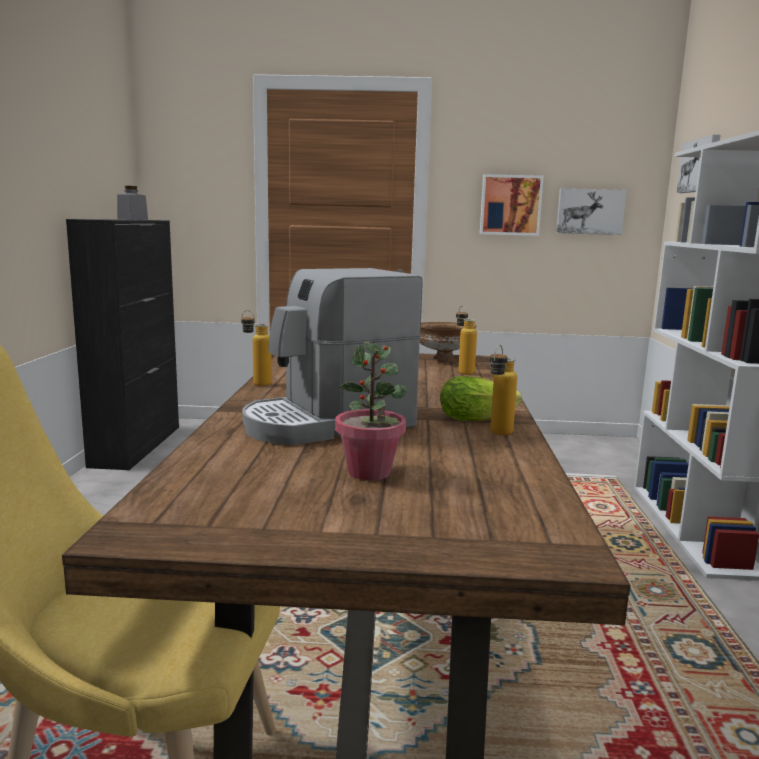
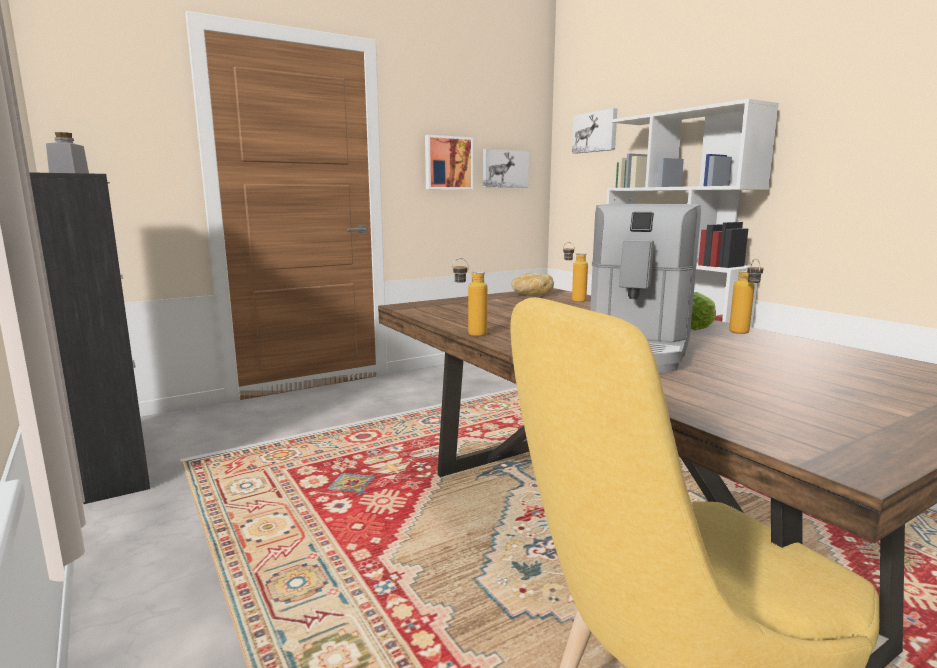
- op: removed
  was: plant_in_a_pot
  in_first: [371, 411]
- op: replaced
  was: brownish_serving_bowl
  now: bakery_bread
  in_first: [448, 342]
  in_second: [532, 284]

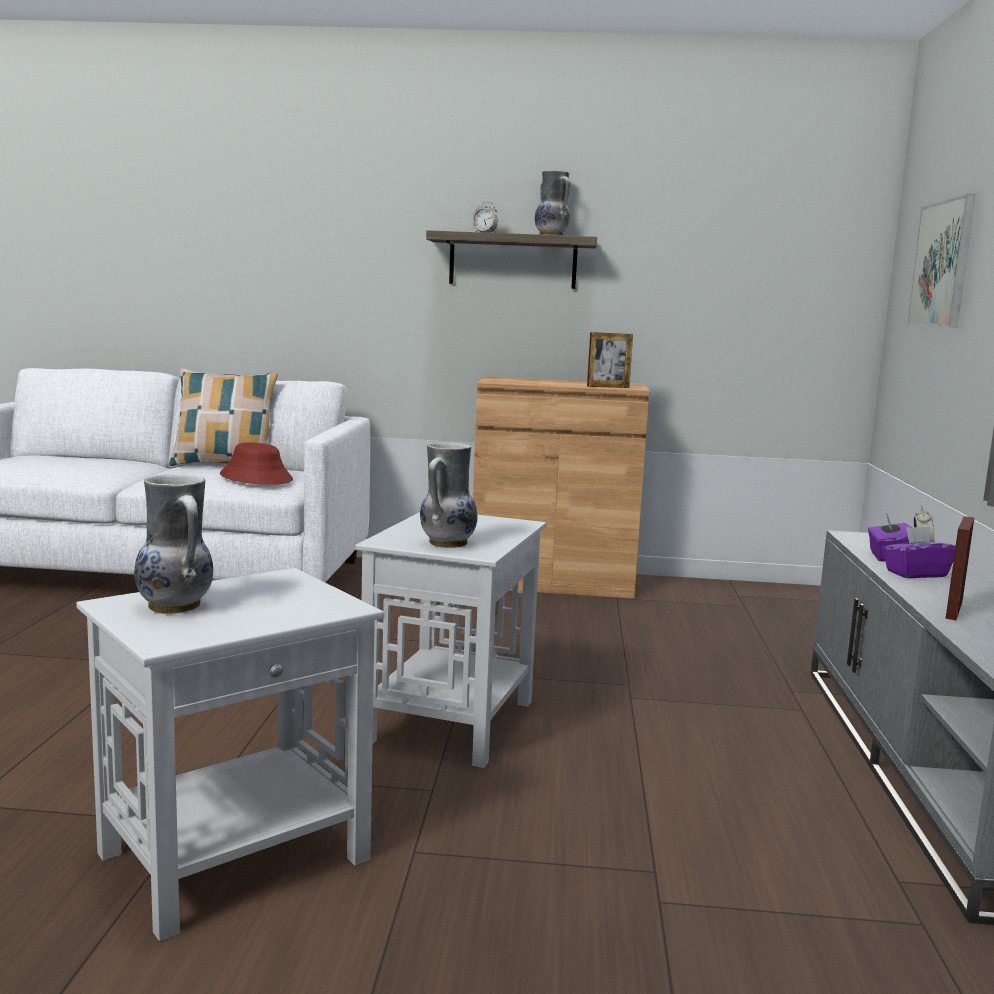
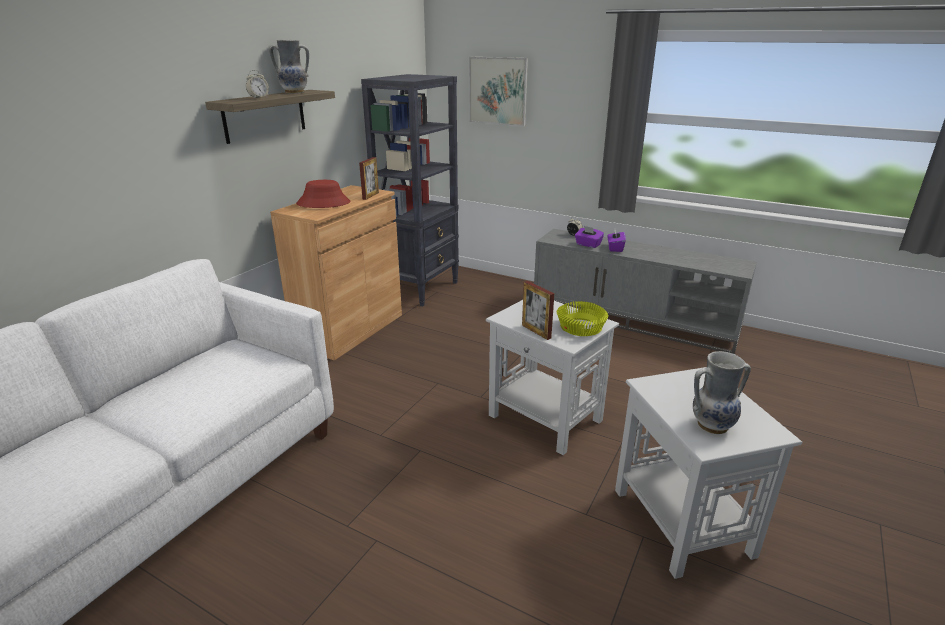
- op: removed
  was: pillow
  in_first: [223, 417]
- op: added
  now: black-coloured_shelving_unit
  in_second: [410, 190]
- op: moved
  was: red-coloured_clothing_hat
  in_first: [256, 463]
  in_second: [323, 194]
- op: moved
  was: picture_frame
  in_first: [960, 568]
  in_second: [538, 310]
- op: replaced
  was: flower_vase
  now: yellowish_serving_bowl
  in_first: [448, 495]
  in_second: [582, 318]

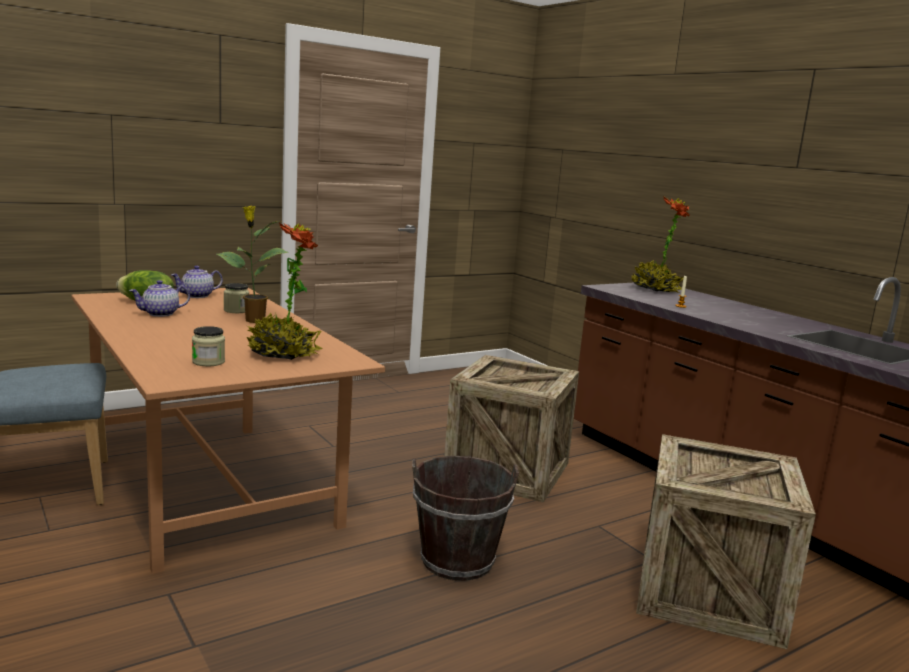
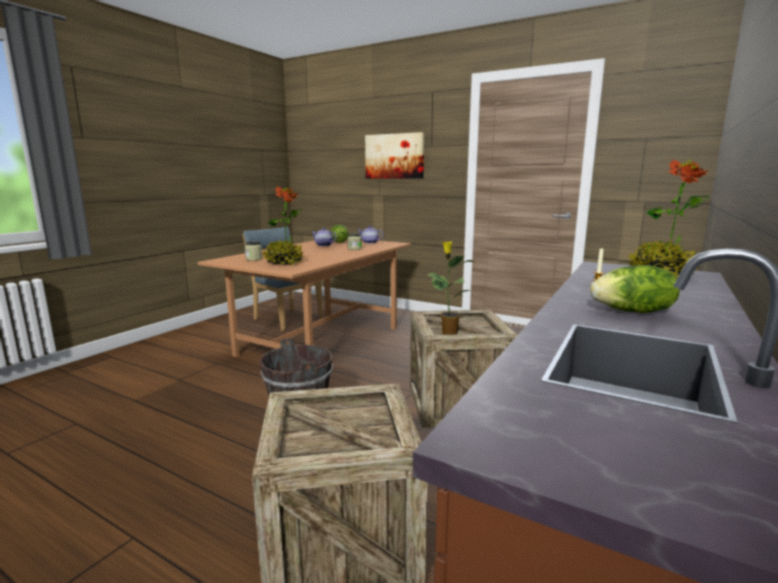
- op: added
  now: wall_art
  in_second: [394, 155]
- op: added
  now: lettuce
  in_second: [635, 289]
- op: moved
  was: plant_in_a_pot
  in_first: [253, 264]
  in_second: [450, 288]

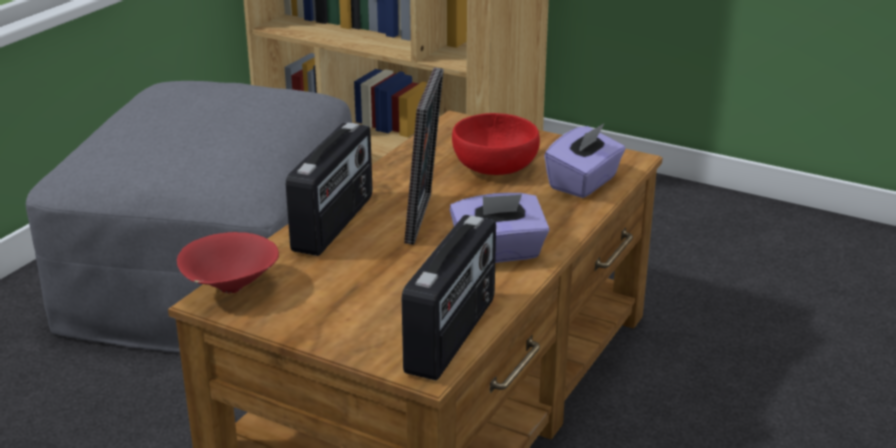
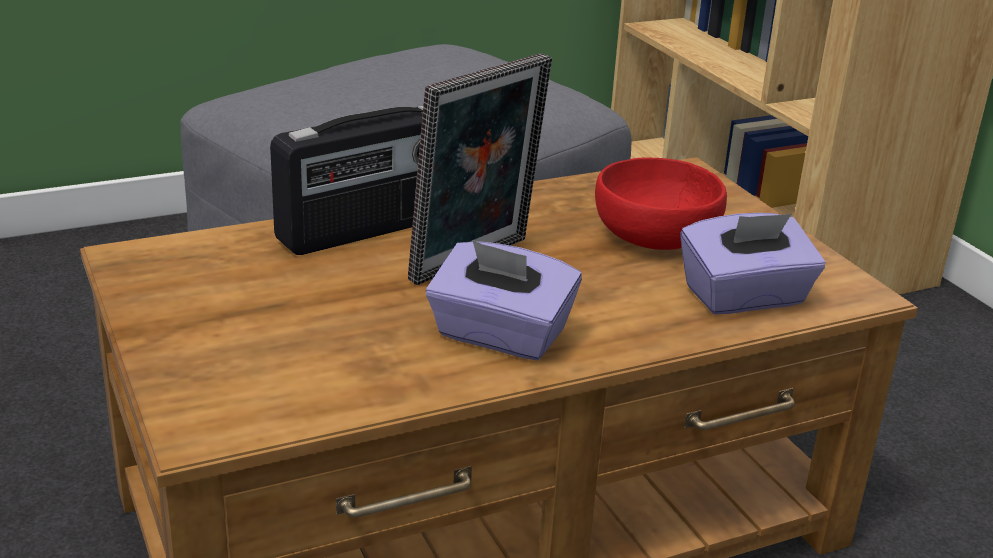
- op: removed
  was: red-coloured_serving_bowl
  in_first: [228, 262]
- op: removed
  was: radio_set
  in_first: [449, 297]

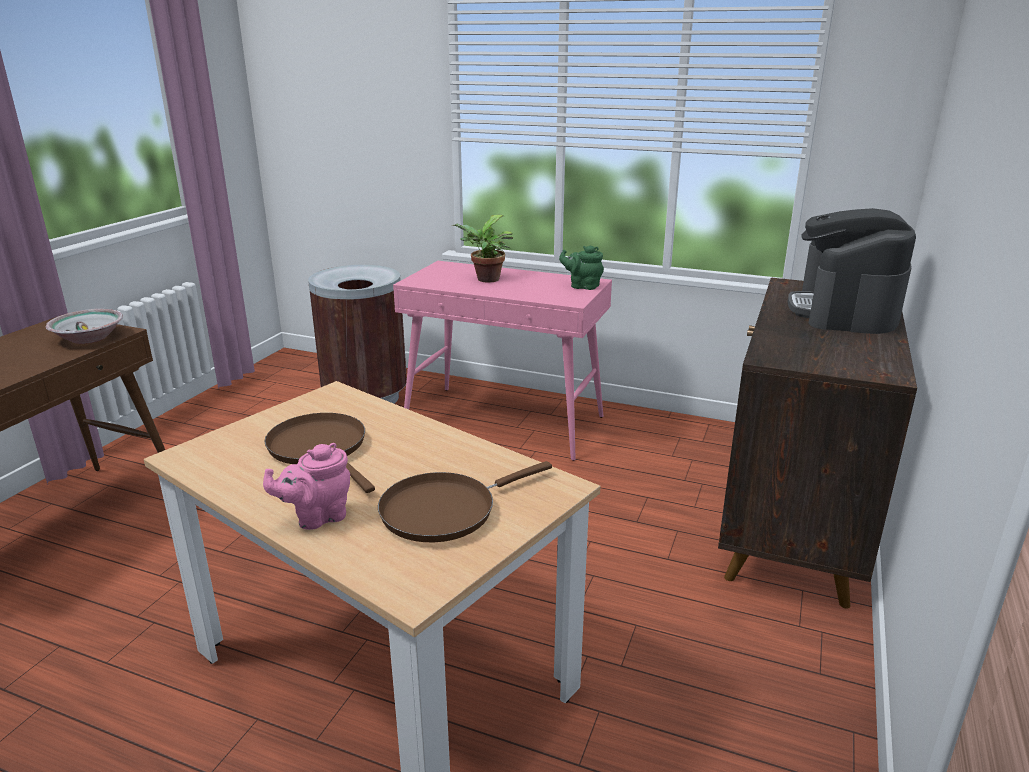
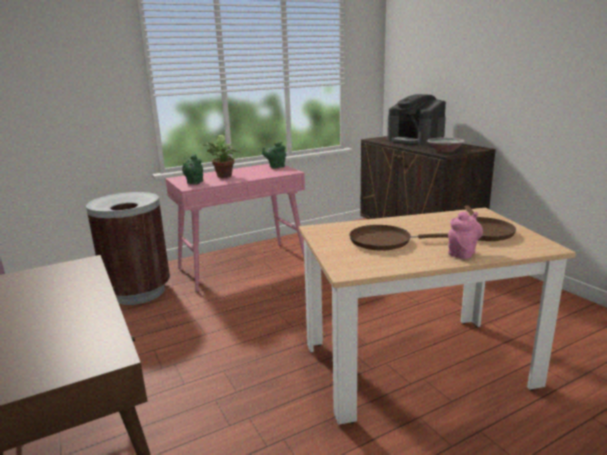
- op: added
  now: greenish_teapot
  in_second: [192, 169]
- op: moved
  was: serving_bowl
  in_first: [84, 326]
  in_second: [446, 145]
- op: turned
  was: pink_teapot
  in_first: [306, 486]
  in_second: [465, 235]
  clockwise: -150

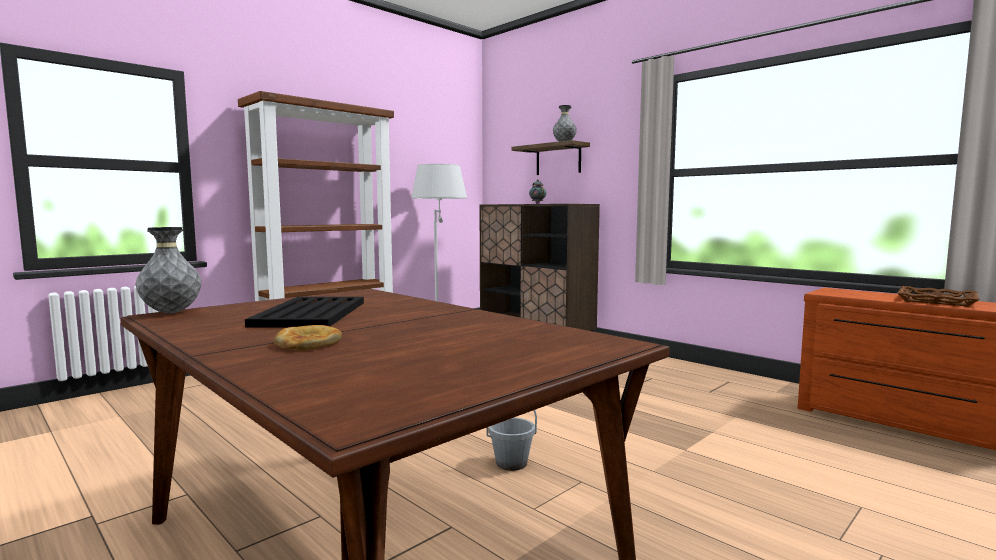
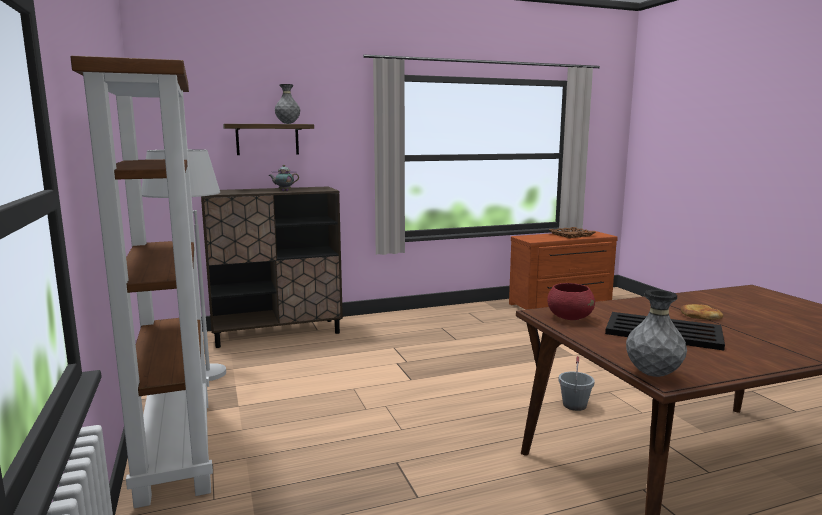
- op: added
  now: red-coloured_serving_bowl
  in_second: [571, 301]
- op: moved
  was: bakery_bread
  in_first: [308, 338]
  in_second: [702, 312]

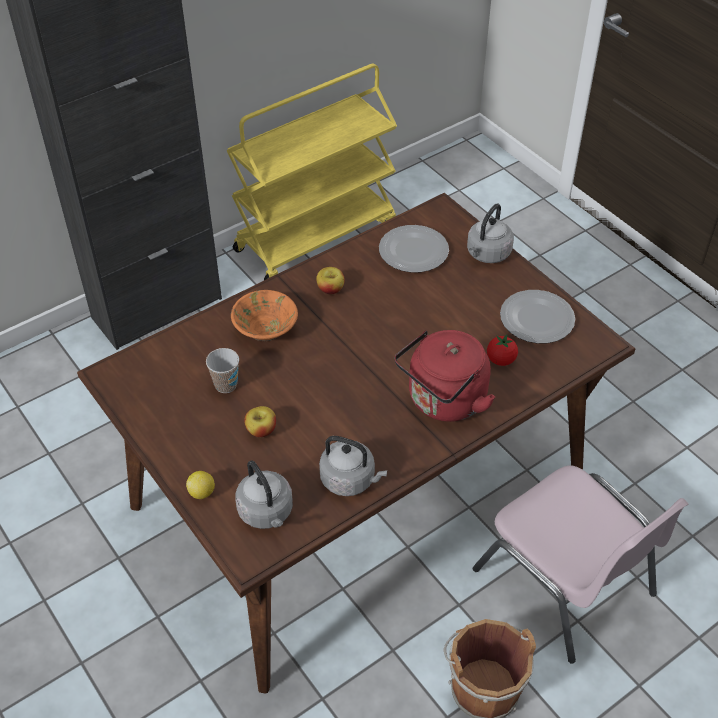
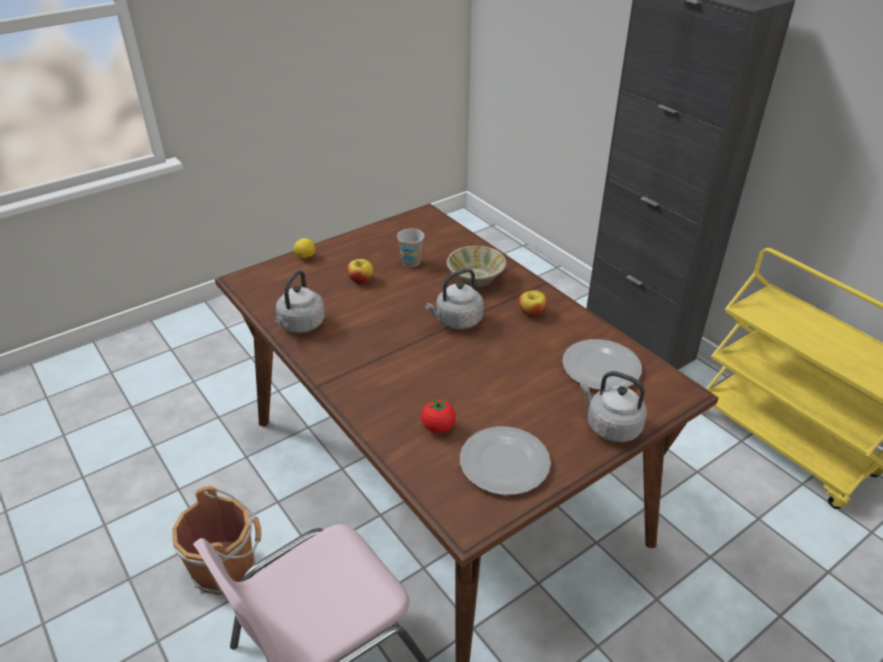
- op: removed
  was: red-coloured_water_kettle
  in_first: [445, 376]
- op: moved
  was: gray_water_kettle
  in_first: [264, 495]
  in_second: [454, 299]
- op: recoloured
  was: orangey_serving_bowl
  now: beige_serving_bowl
  in_first: [264, 315]
  in_second: [477, 266]

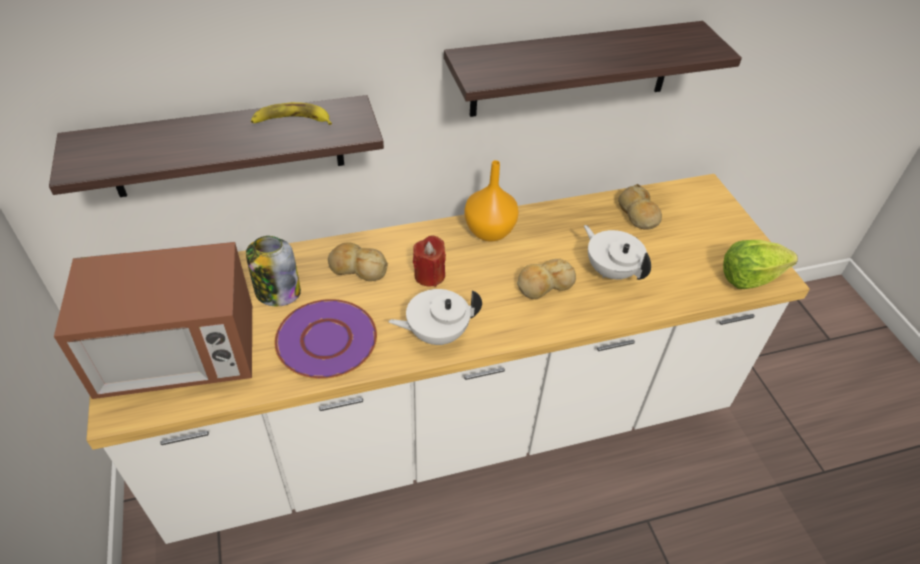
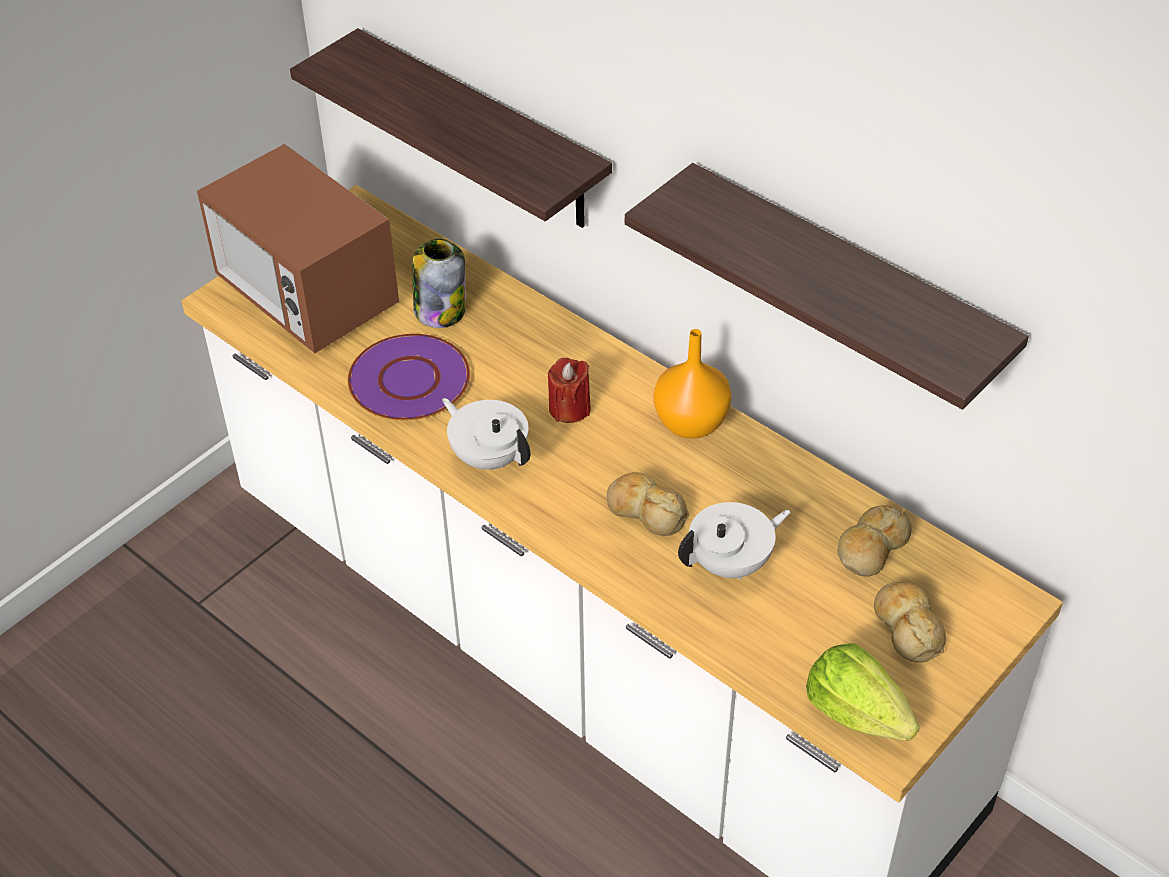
- op: removed
  was: banana
  in_first: [291, 113]
- op: moved
  was: bakery_bread
  in_first: [358, 261]
  in_second: [910, 622]
- op: turned
  was: white-coloured_teapot
  in_first: [617, 252]
  in_second: [734, 541]
  clockwise: 45

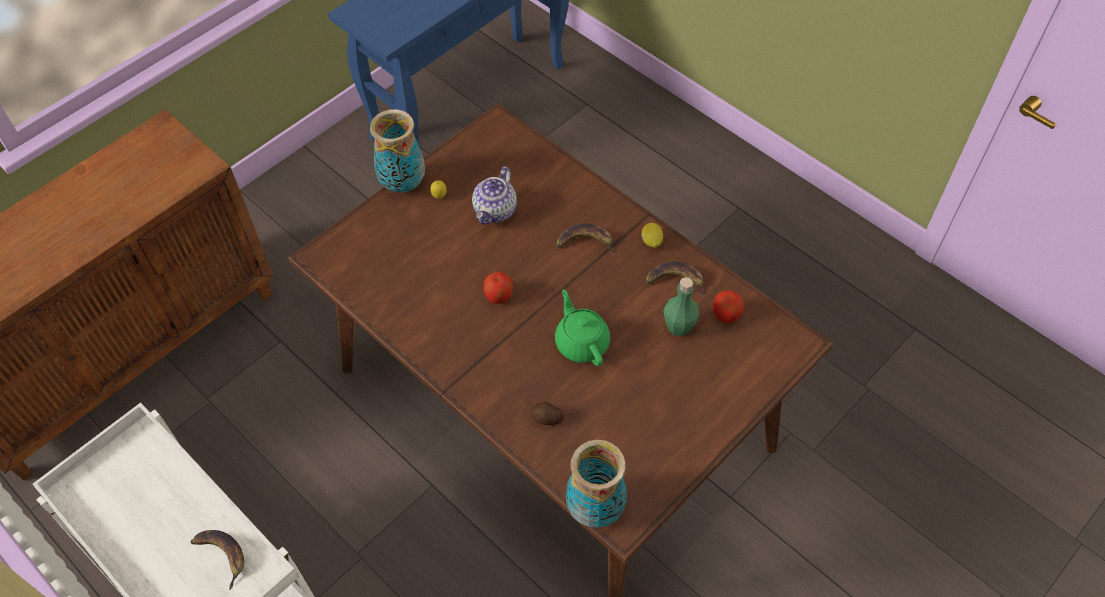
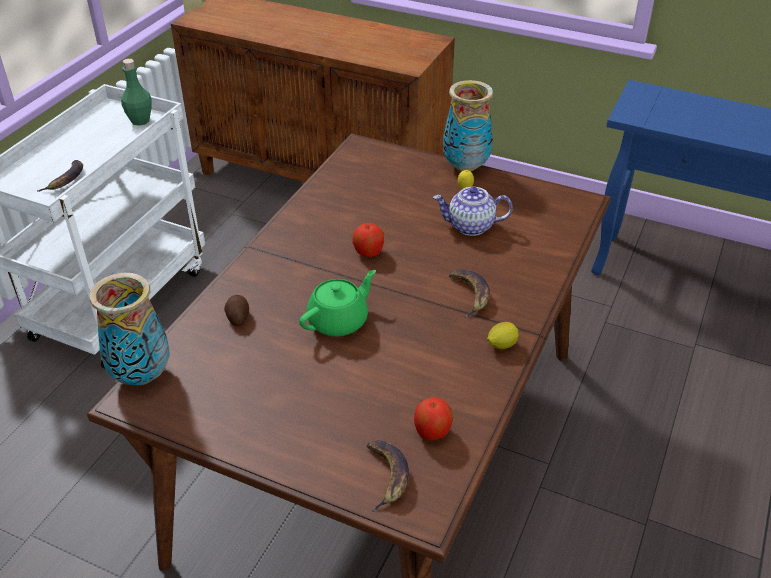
- op: moved
  was: banana
  in_first: [674, 279]
  in_second: [388, 476]
- op: moved
  was: greenish_beverage_bottle
  in_first: [681, 306]
  in_second: [136, 92]

